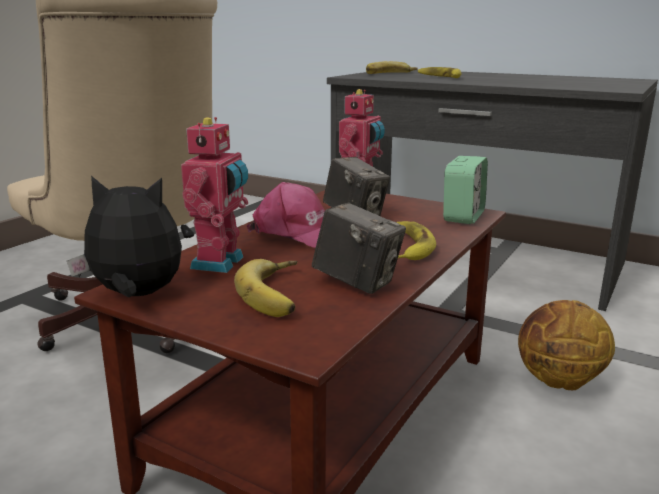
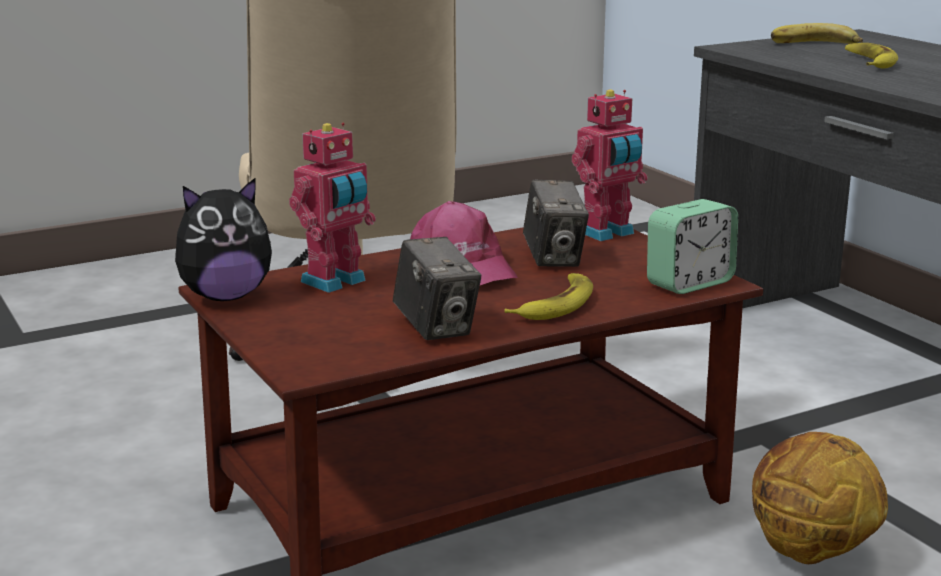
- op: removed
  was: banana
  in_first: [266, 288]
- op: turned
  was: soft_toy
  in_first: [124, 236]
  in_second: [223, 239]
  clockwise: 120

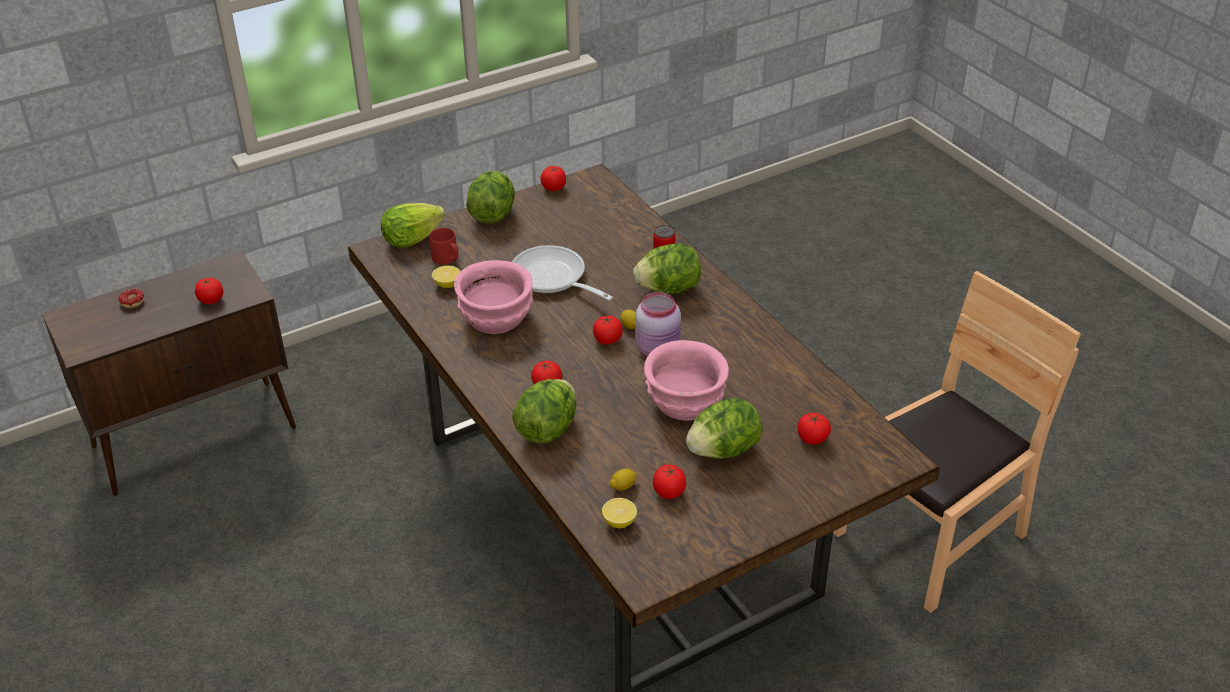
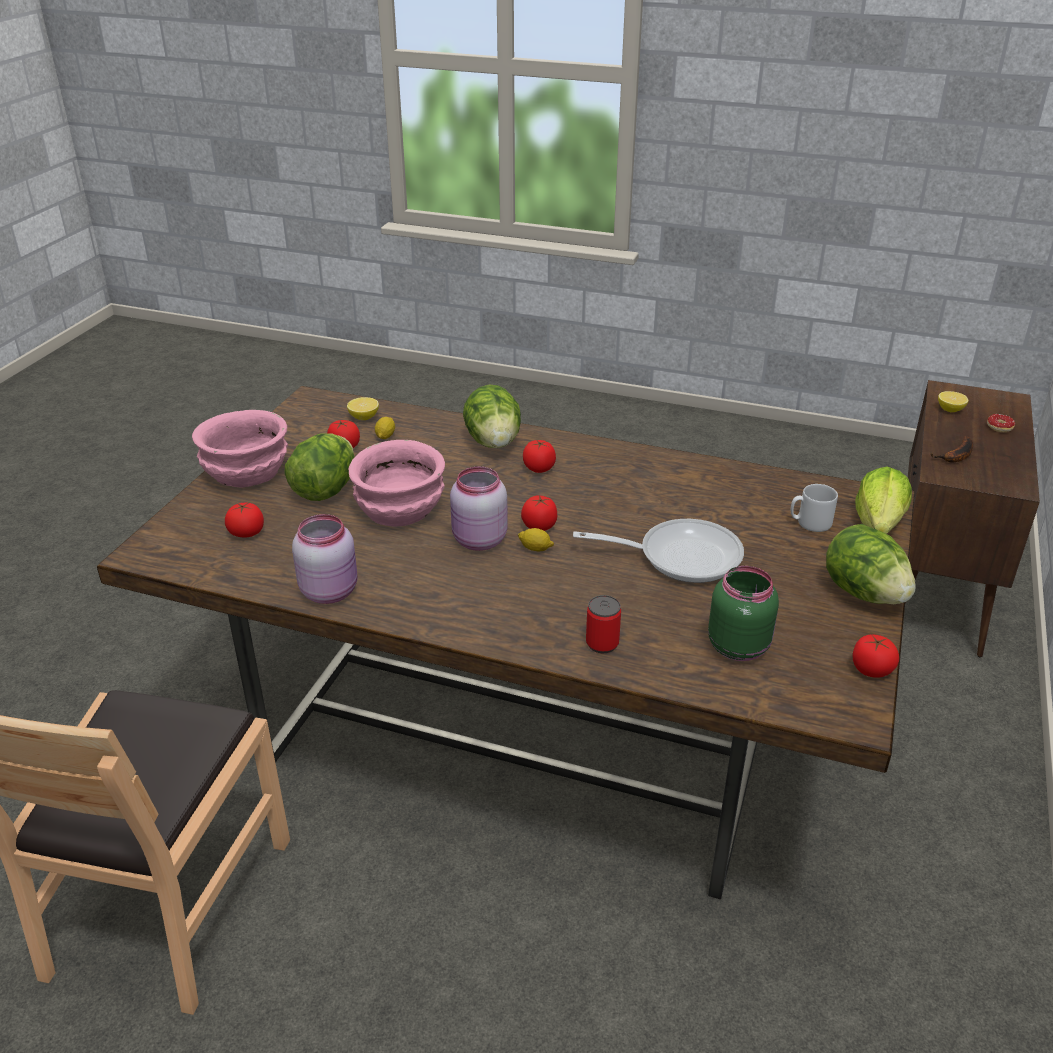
- op: removed
  was: lettuce
  in_first: [667, 268]
- op: added
  now: pink_storage_jar
  in_second: [325, 559]
- op: added
  now: greenish_storage_jar
  in_second: [743, 613]
- op: moved
  was: whole_lemon
  in_first: [446, 277]
  in_second: [953, 401]
- op: moved
  was: pink_serving_bowl
  in_first: [493, 297]
  in_second: [240, 449]
- op: replaced
  was: whole_tomato
  now: banana
  in_first: [209, 291]
  in_second: [951, 449]
- op: recoloured
  was: red-coloured_coffee_mug
  now: gray_coffee_mug
  in_first: [444, 246]
  in_second: [814, 508]

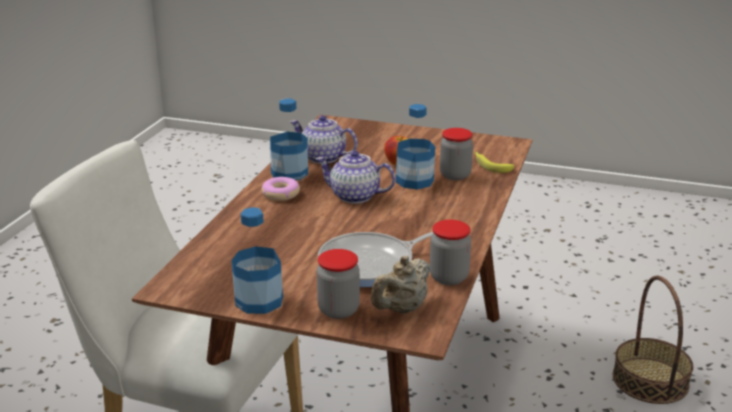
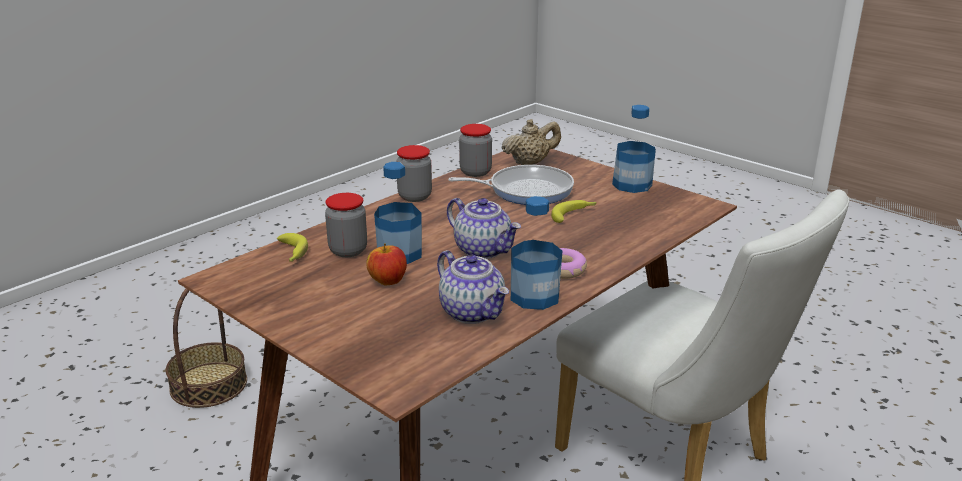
- op: added
  now: banana
  in_second: [574, 211]
- op: moved
  was: storage_jar
  in_first: [338, 284]
  in_second: [414, 173]

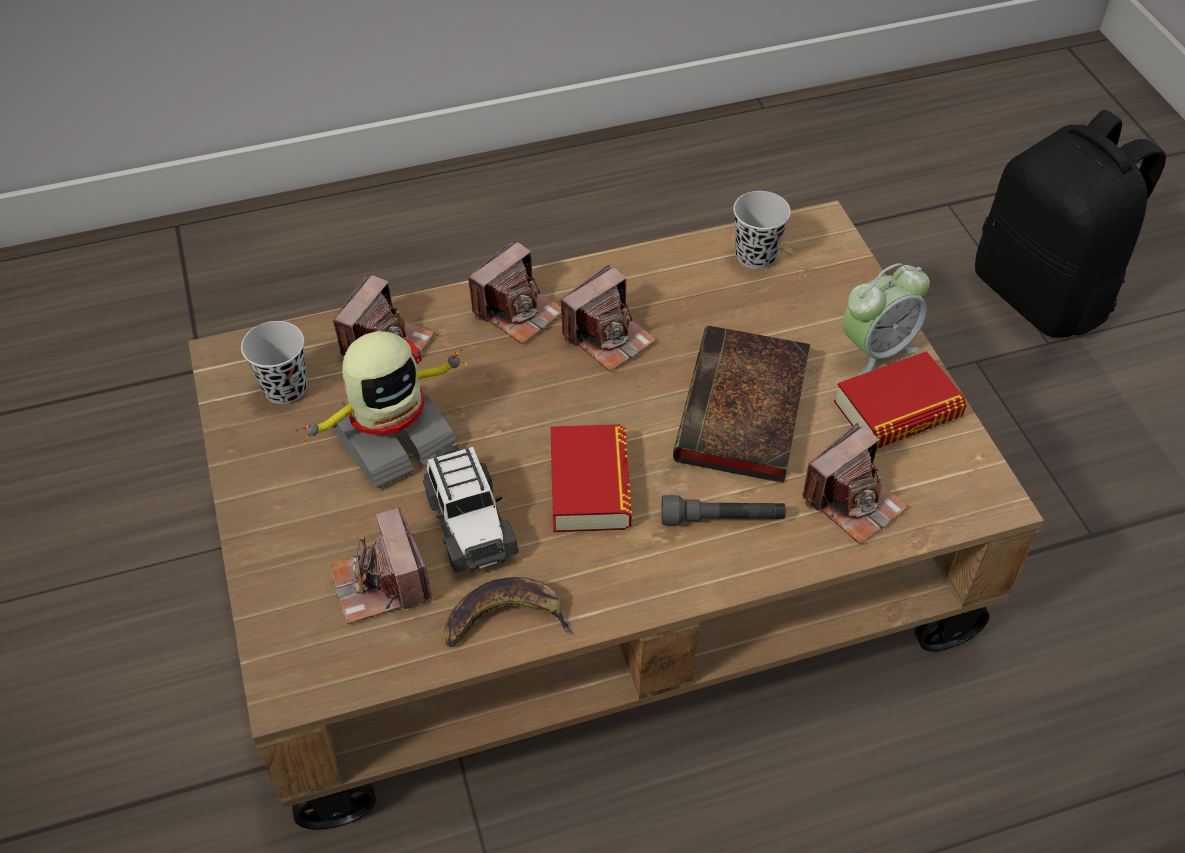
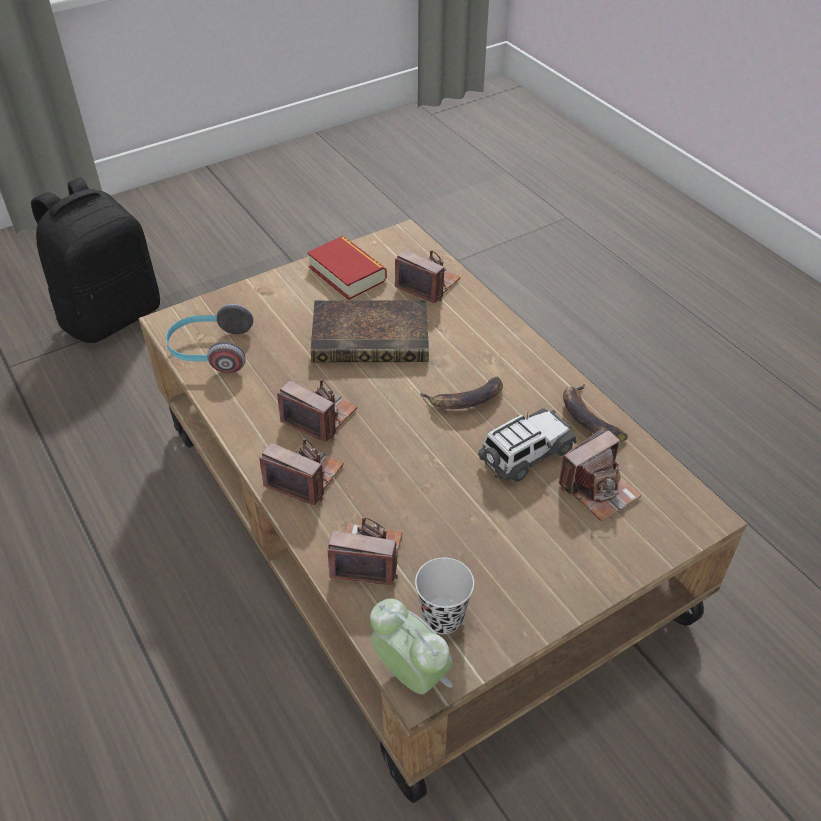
- op: removed
  was: model_robot
  in_first: [382, 410]
- op: removed
  was: gray_flashlight
  in_first: [724, 510]
- op: moved
  was: alarm_clock
  in_first: [886, 319]
  in_second: [411, 646]
- op: replaced
  was: volume
  now: banana
  in_first: [591, 478]
  in_second: [461, 393]
- op: replaced
  was: black-coloured_small_cup
  now: pair_of_headphones
  in_first: [762, 230]
  in_second: [209, 338]

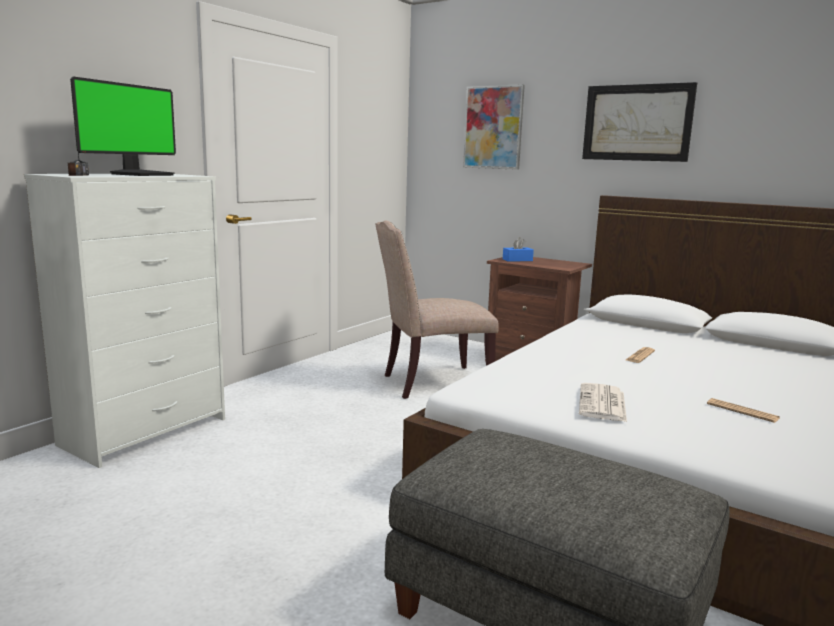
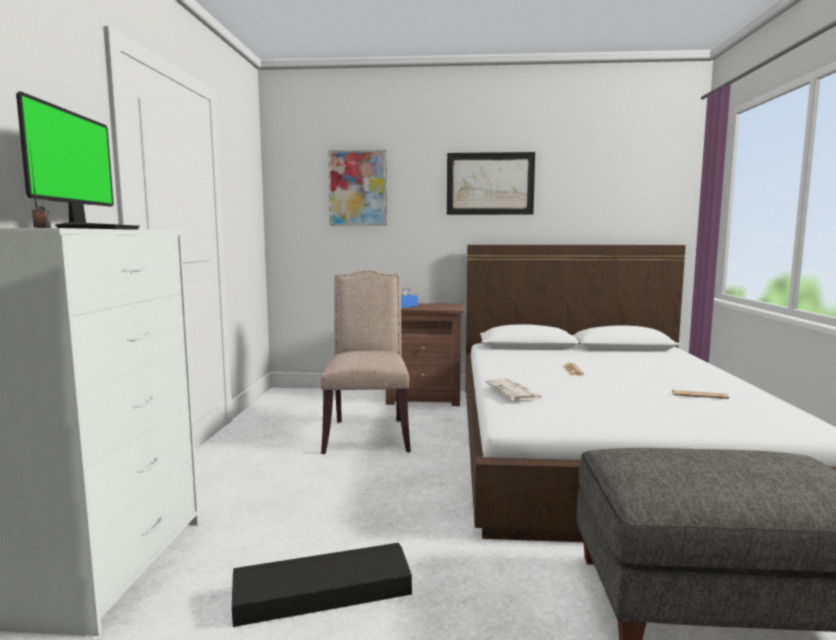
- op: added
  now: black-coloured_storage_container
  in_second: [322, 585]
- op: moved
  was: daily_paper
  in_first: [603, 402]
  in_second: [514, 389]
- op: turned
  was: beige_chair
  in_first: [436, 310]
  in_second: [366, 362]
  clockwise: 135

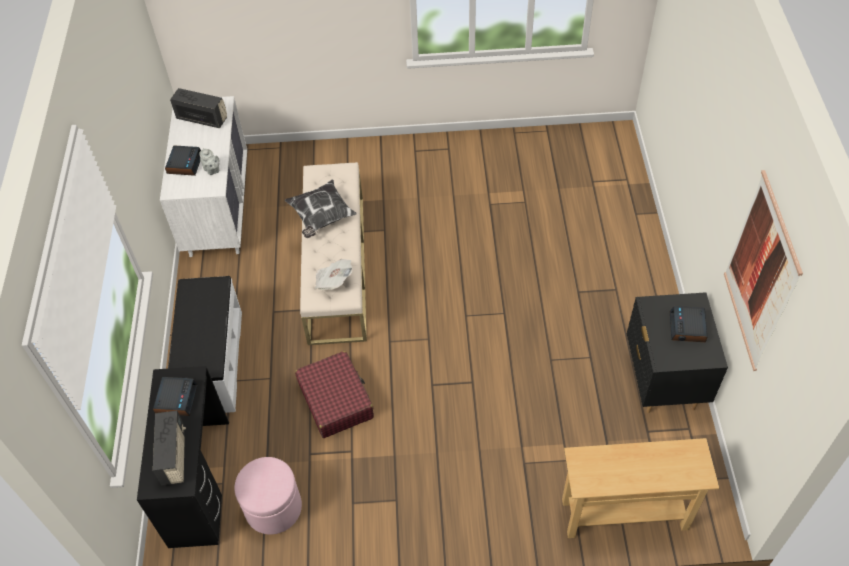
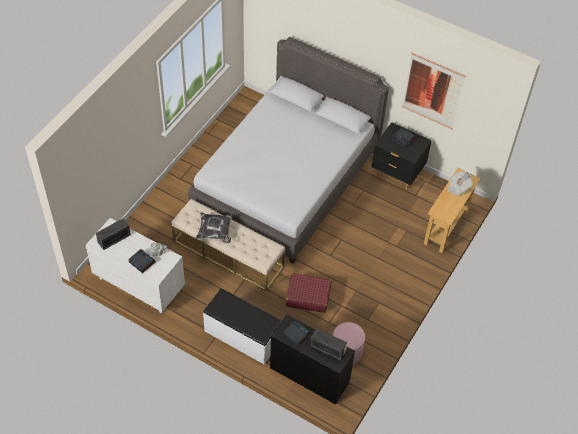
- op: added
  now: gray_bed
  in_second: [288, 150]
- op: moved
  was: daily_paper
  in_first: [334, 274]
  in_second: [460, 183]

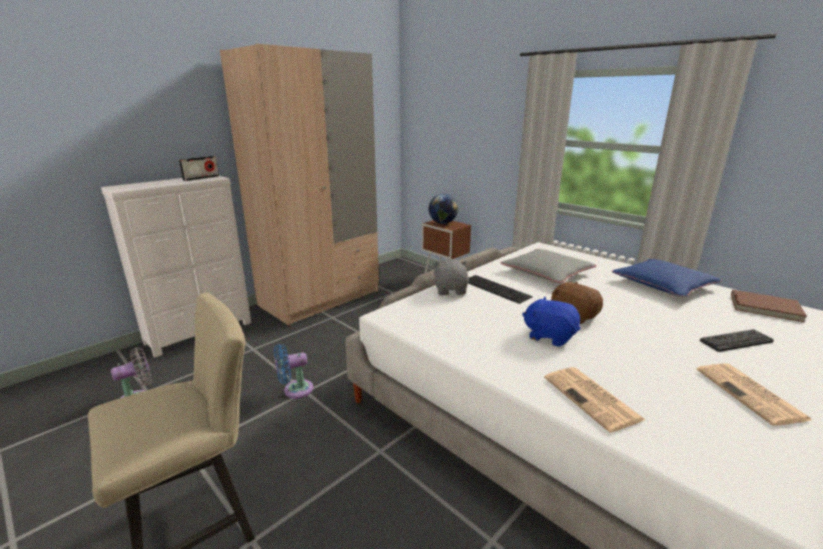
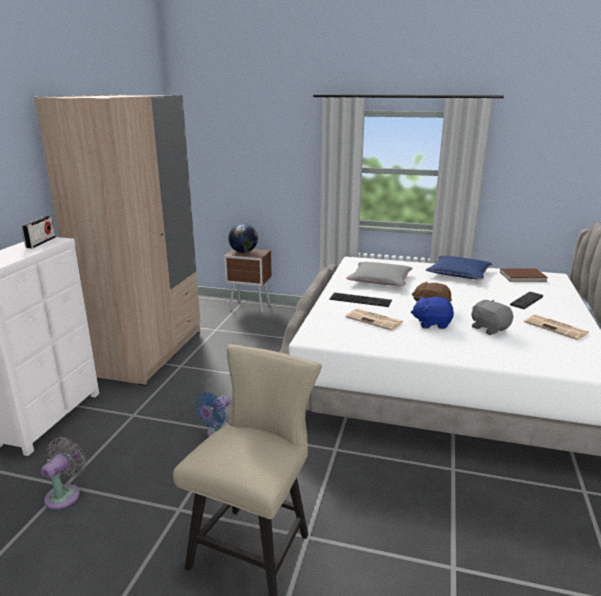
- op: moved
  was: gray_soft_toy
  in_first: [450, 277]
  in_second: [492, 317]
- op: moved
  was: daily_paper
  in_first: [594, 400]
  in_second: [374, 319]

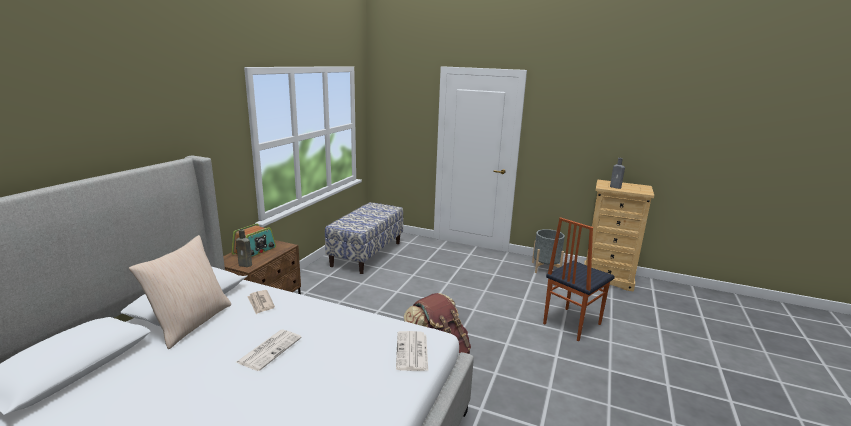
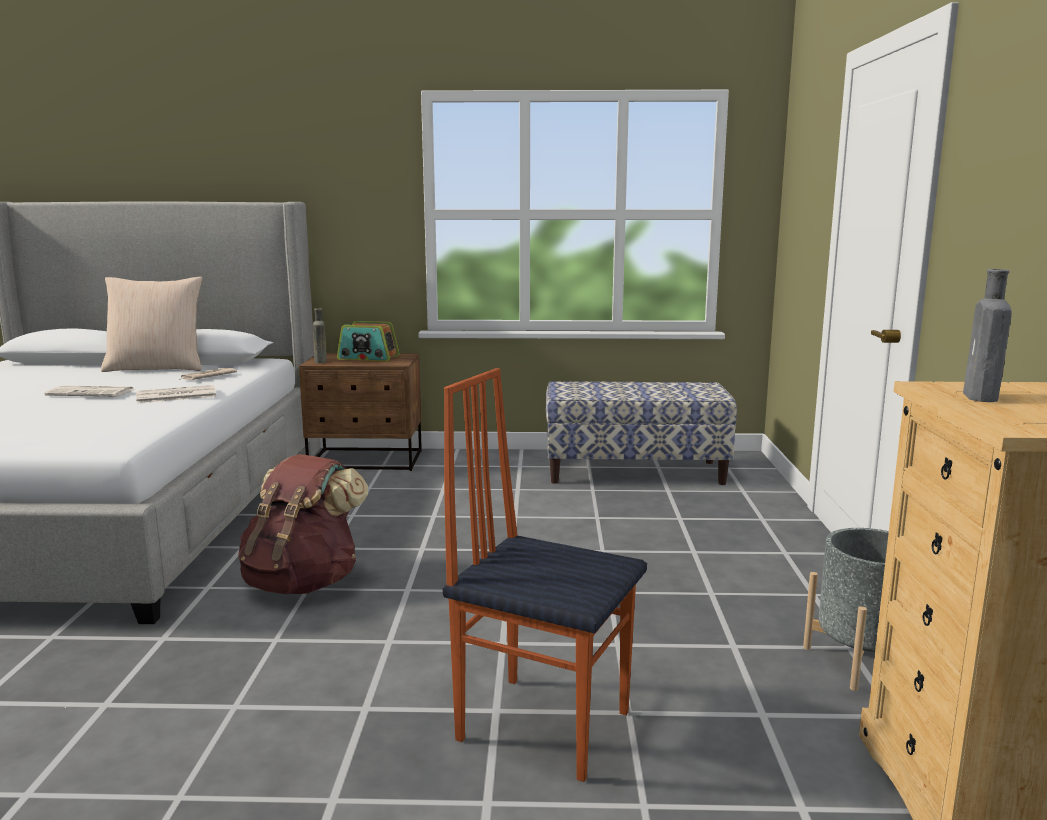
- op: moved
  was: daily_paper
  in_first: [412, 351]
  in_second: [176, 394]

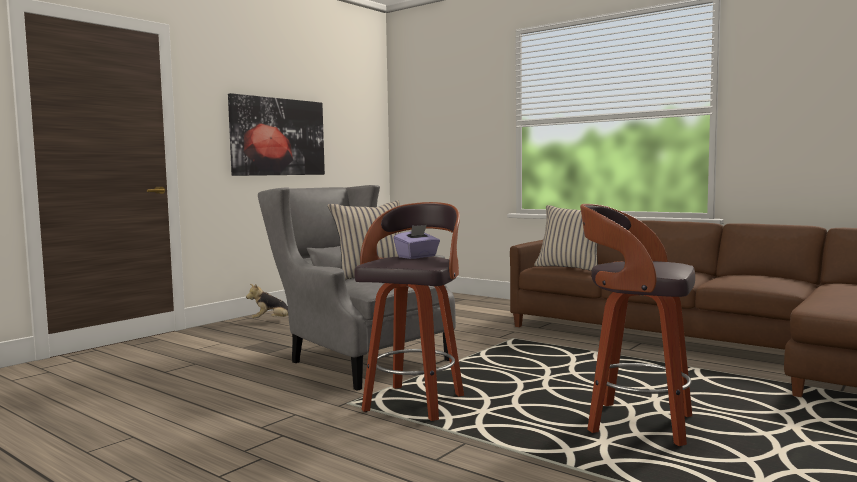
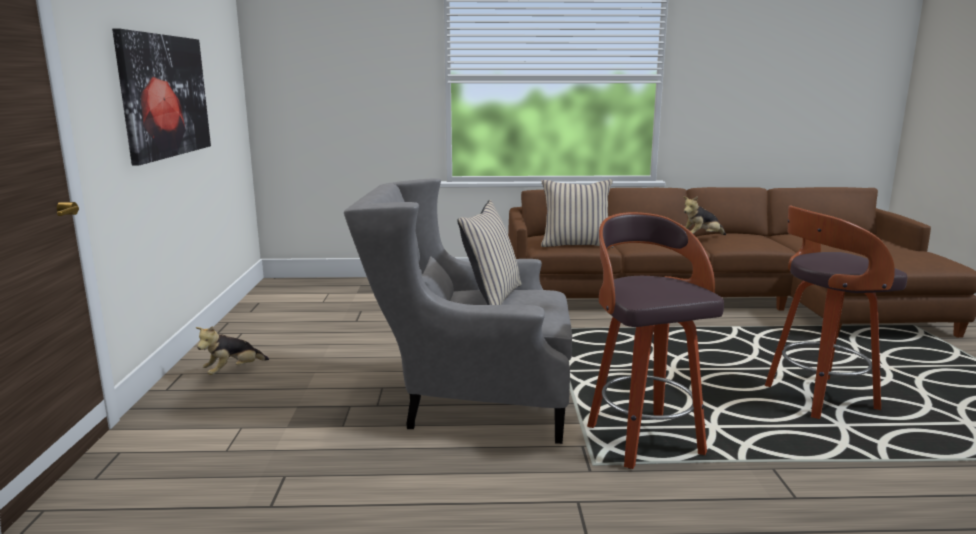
- op: removed
  was: purple-coloured_tissue_box
  in_first: [417, 242]
- op: added
  now: soft_toy
  in_second: [704, 215]

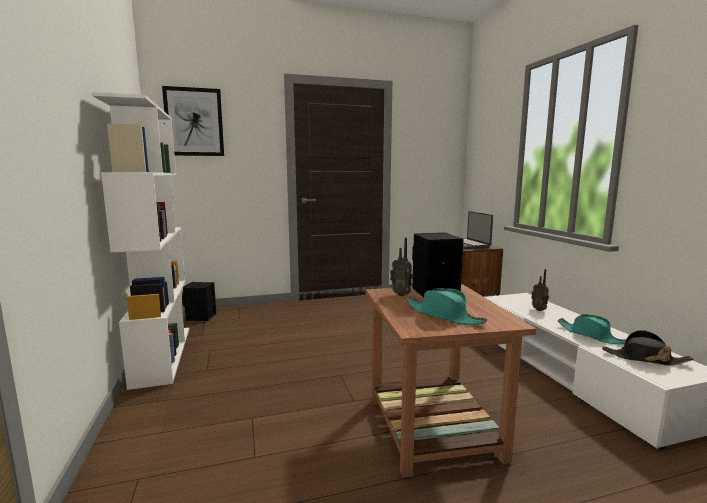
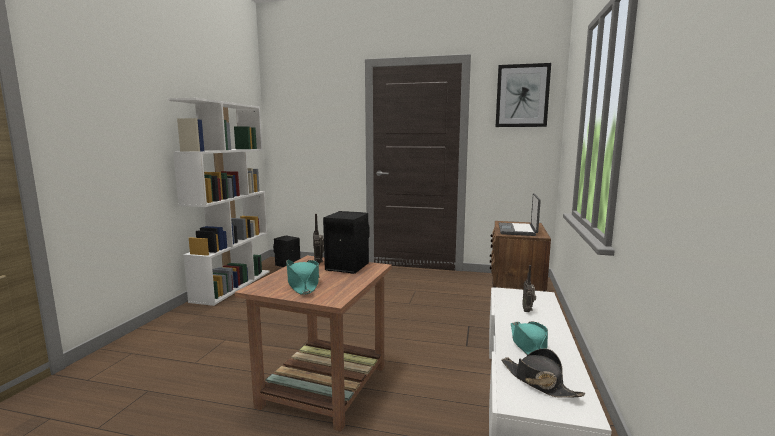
- op: moved
  was: wall_art
  in_first: [193, 121]
  in_second: [523, 95]

